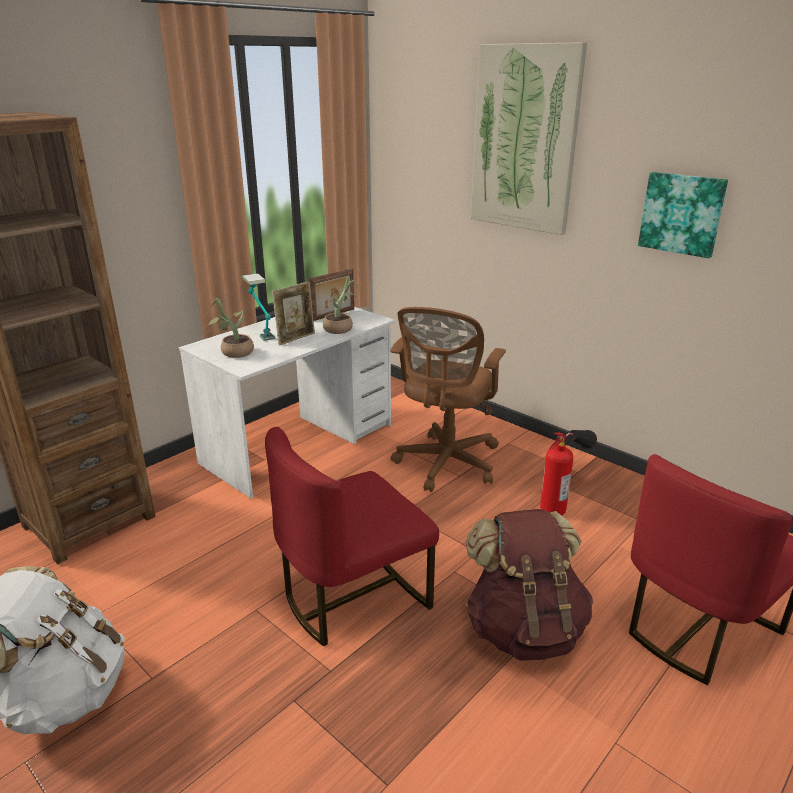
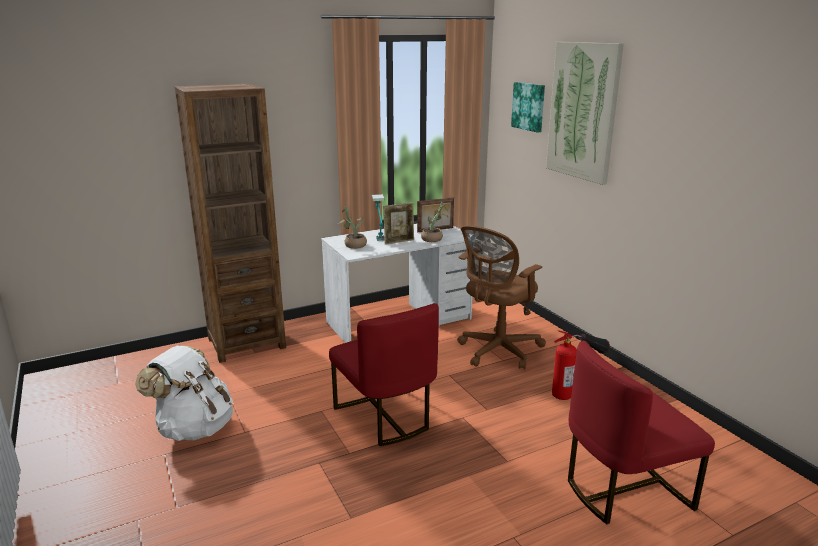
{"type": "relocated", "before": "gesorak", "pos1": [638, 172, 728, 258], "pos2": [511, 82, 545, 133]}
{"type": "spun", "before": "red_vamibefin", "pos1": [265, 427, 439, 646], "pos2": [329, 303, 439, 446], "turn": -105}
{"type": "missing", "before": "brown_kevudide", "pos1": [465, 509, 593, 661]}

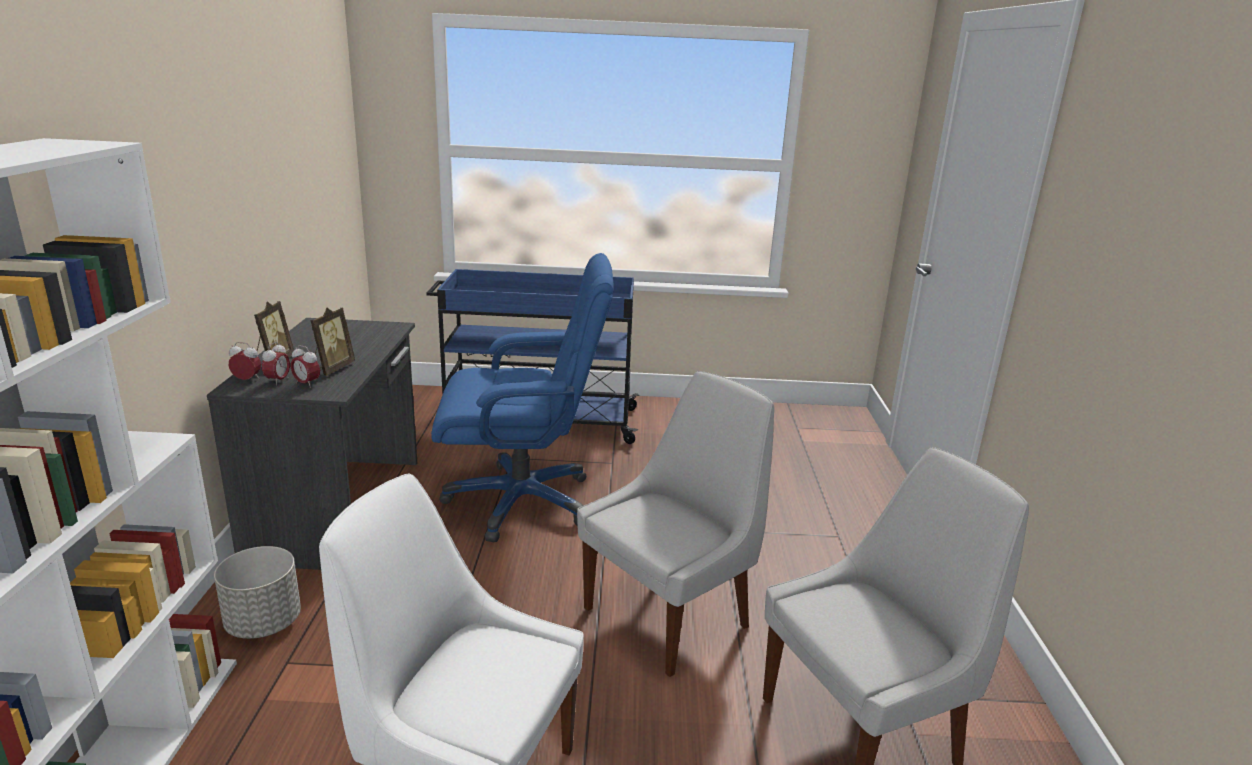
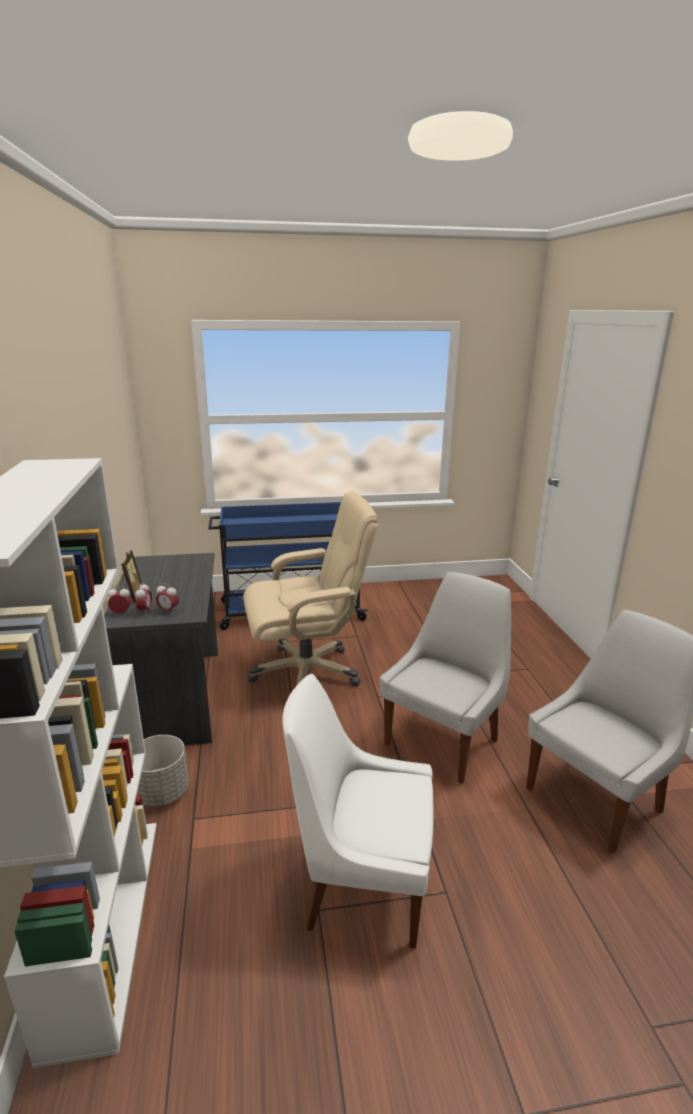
{"type": "colour", "before": "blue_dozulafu", "after": "beige_dozulafu", "pos1": [431, 253, 614, 542], "pos2": [243, 491, 378, 686]}
{"type": "missing", "before": "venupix", "pos1": [311, 308, 355, 376]}

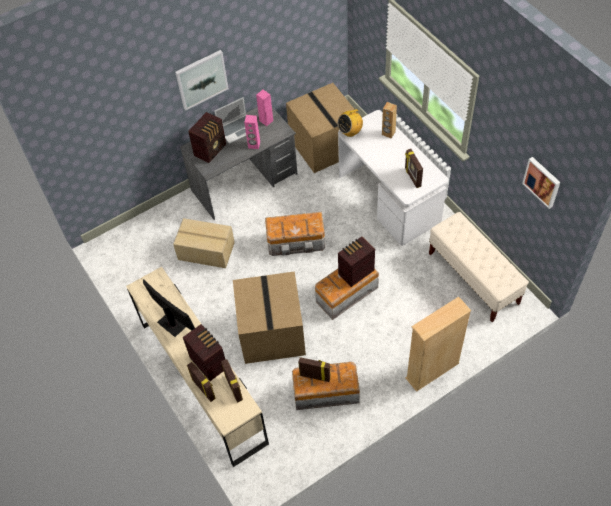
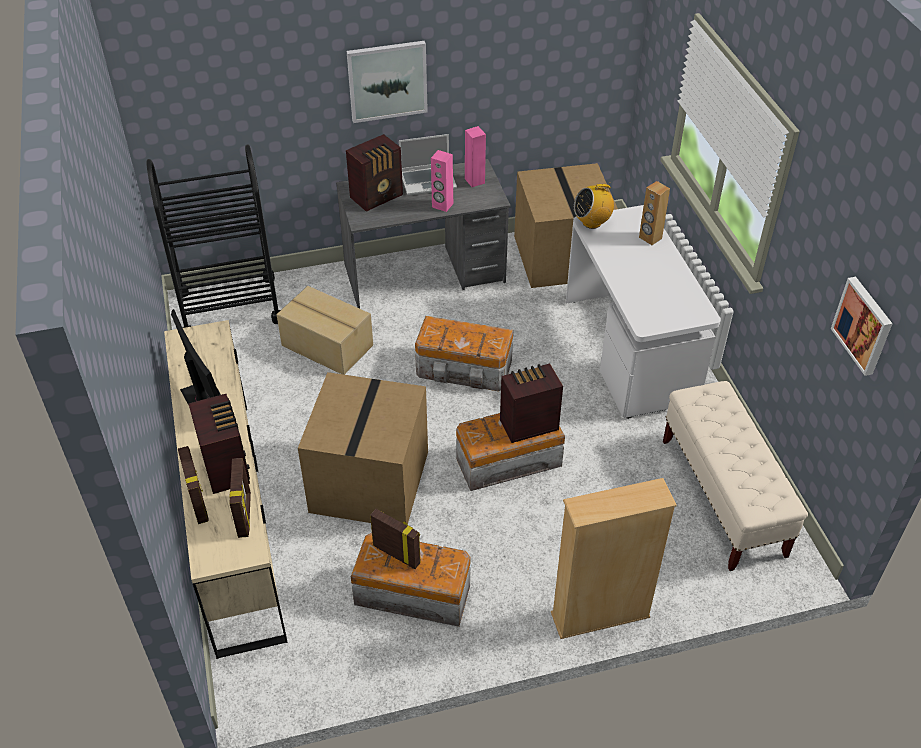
{"type": "missing", "before": "venupix", "pos1": [405, 149, 423, 188]}
{"type": "appeared", "after": "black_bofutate", "pos2": [146, 145, 280, 328]}

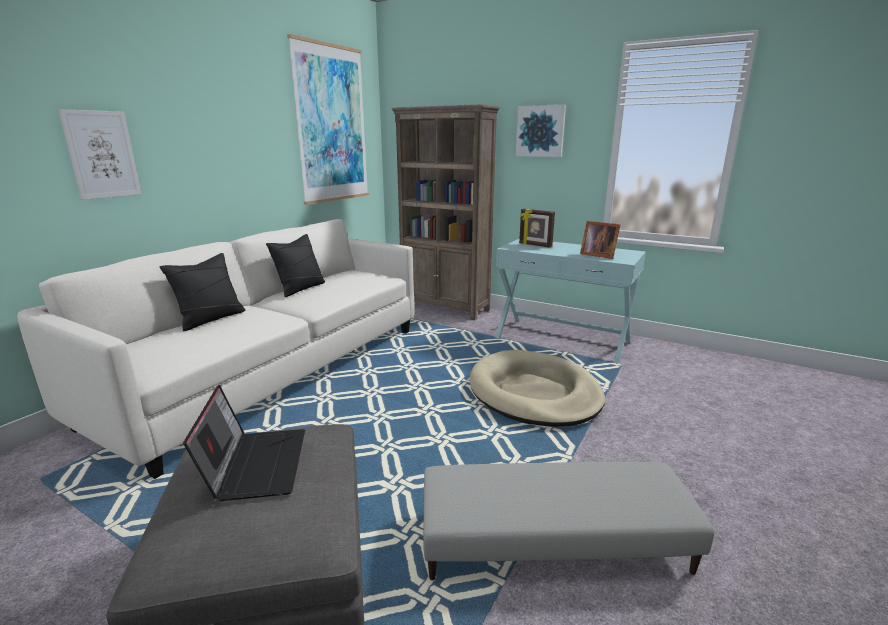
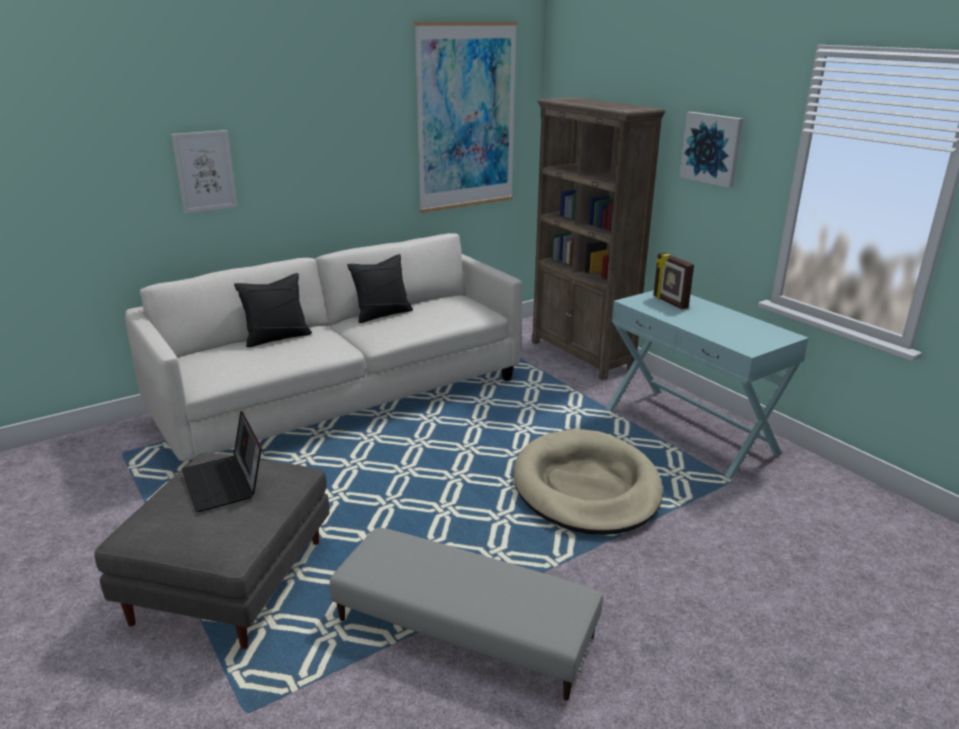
{"type": "missing", "before": "venupix", "pos1": [580, 221, 620, 259]}
{"type": "spun", "before": "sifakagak", "pos1": [183, 385, 305, 501], "pos2": [182, 411, 262, 512], "turn": 135}

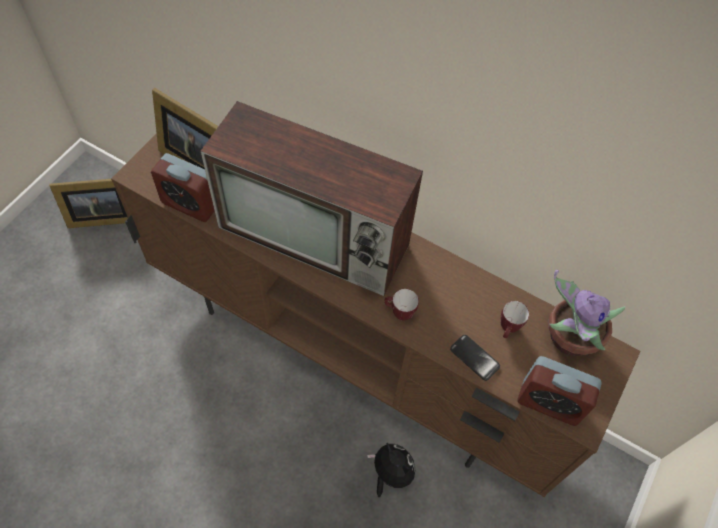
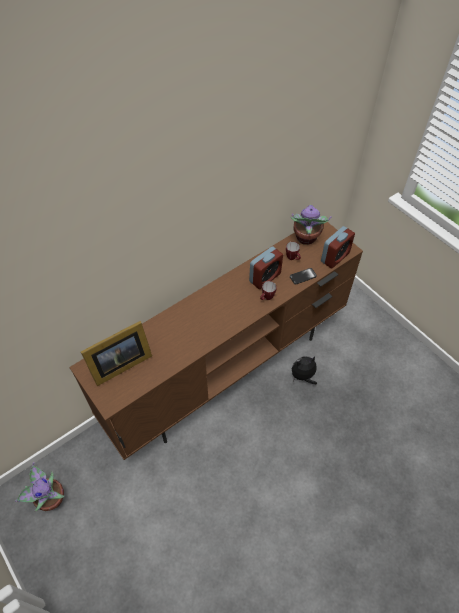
{"type": "missing", "before": "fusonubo", "pos1": [201, 101, 423, 296]}
{"type": "relocated", "before": "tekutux", "pos1": [151, 153, 214, 222], "pos2": [249, 246, 283, 289]}
{"type": "exchanged", "before": "venupix", "after": "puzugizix", "pos1": [49, 179, 128, 228], "pos2": [15, 462, 64, 511]}

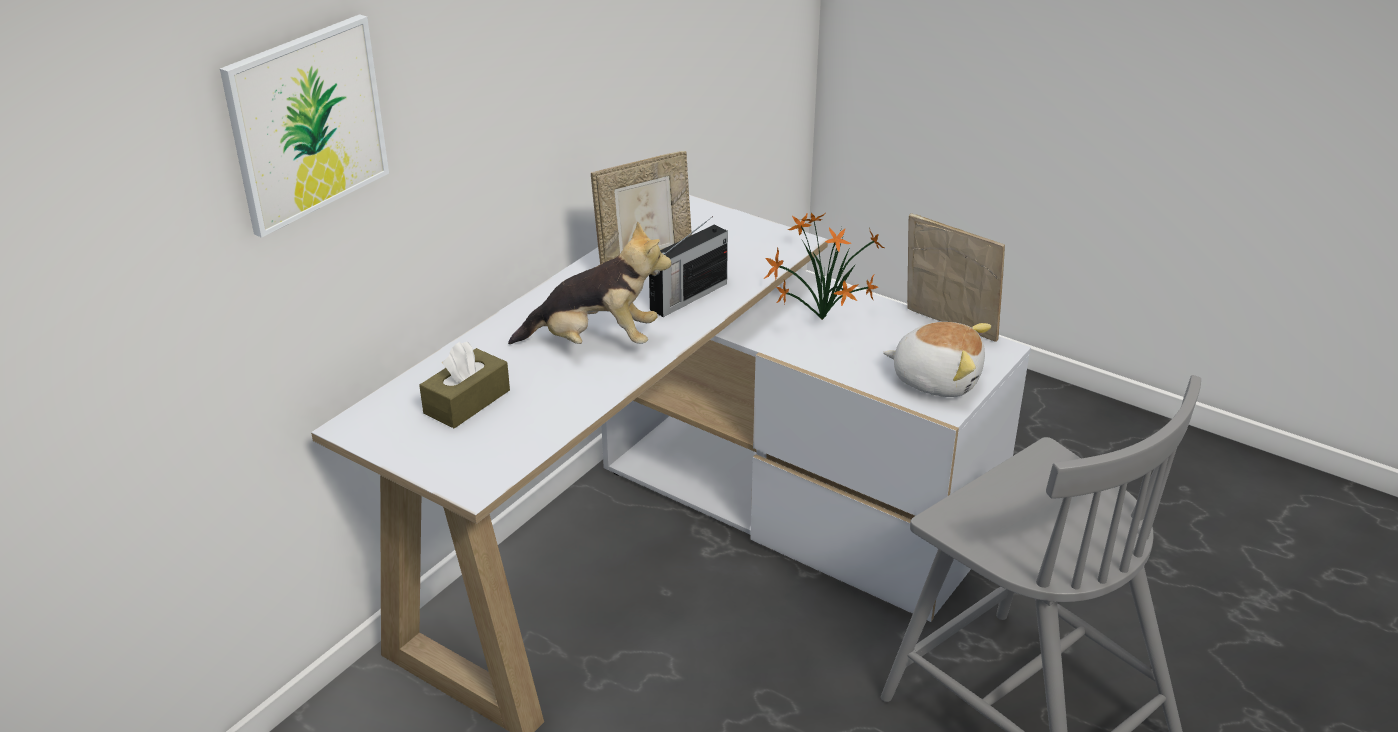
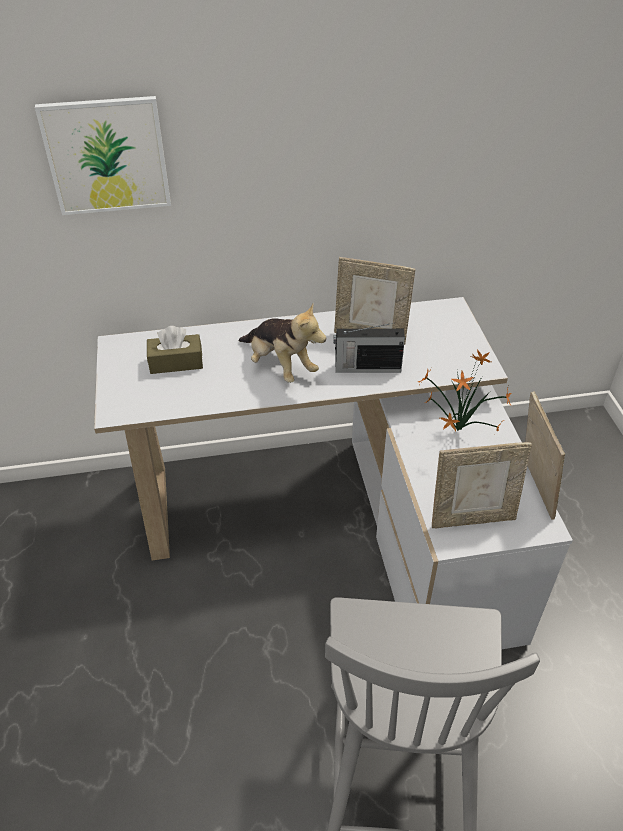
{"type": "exchanged", "before": "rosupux", "after": "venupix", "pos1": [883, 322, 991, 397], "pos2": [432, 442, 532, 528]}

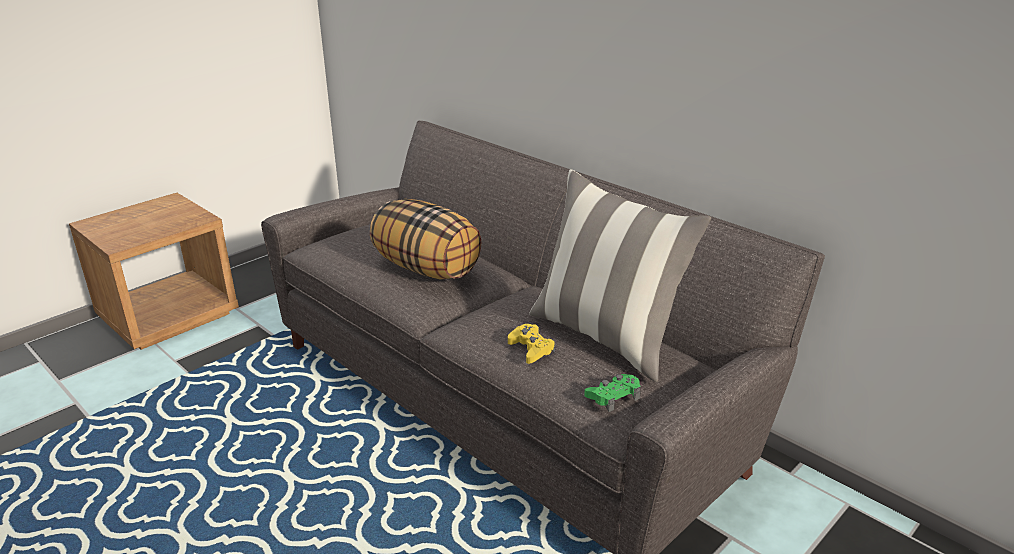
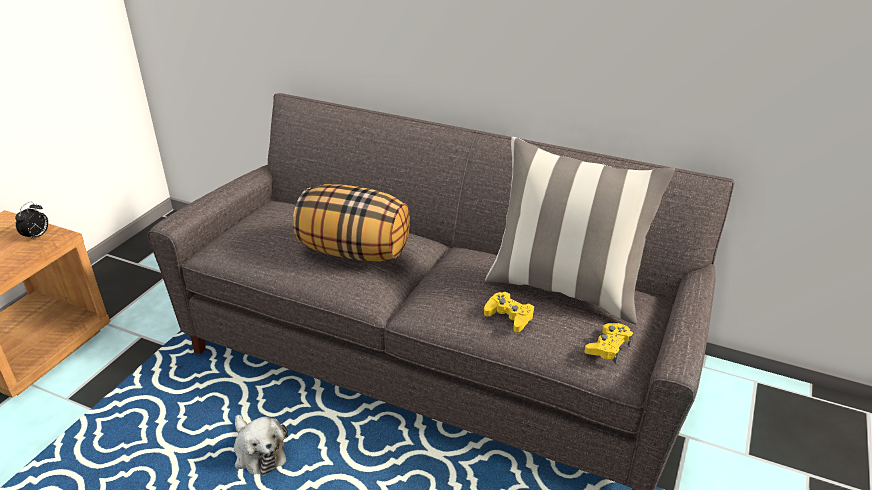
{"type": "colour", "before": "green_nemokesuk", "after": "yellow_nemokesuk", "pos1": [584, 374, 641, 412], "pos2": [585, 323, 633, 364]}
{"type": "appeared", "after": "tekutux", "pos2": [15, 202, 48, 241]}
{"type": "appeared", "after": "rosupux", "pos2": [234, 415, 288, 476]}

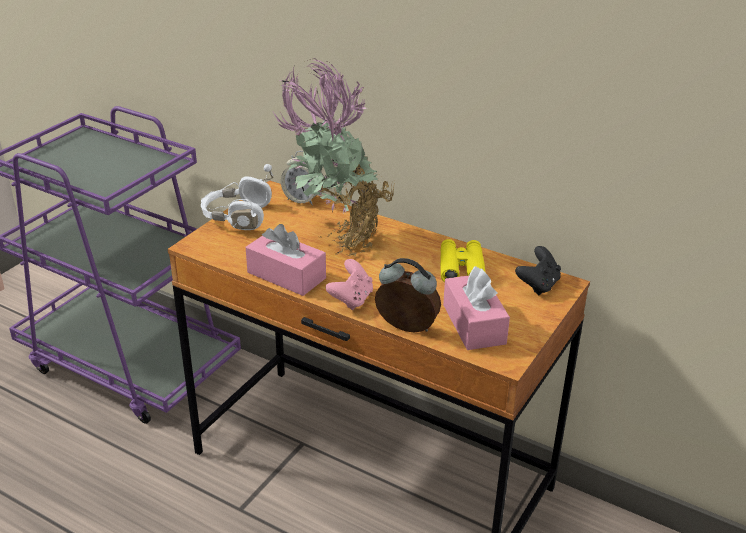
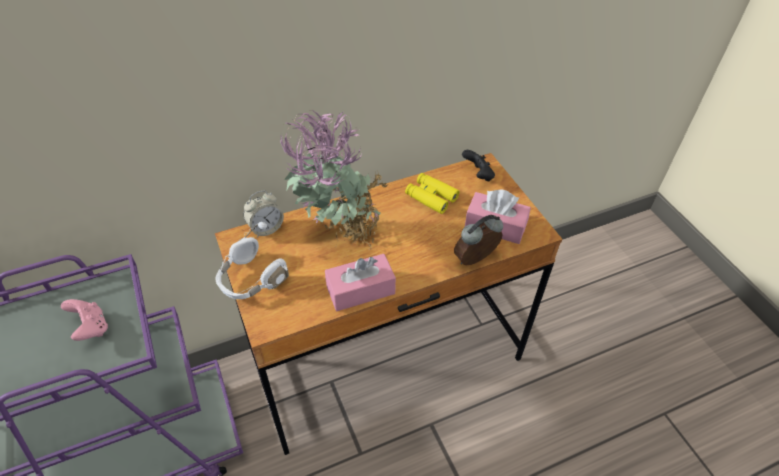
{"type": "relocated", "before": "pink_nemokesuk", "pos1": [326, 259, 373, 310], "pos2": [61, 299, 108, 341]}

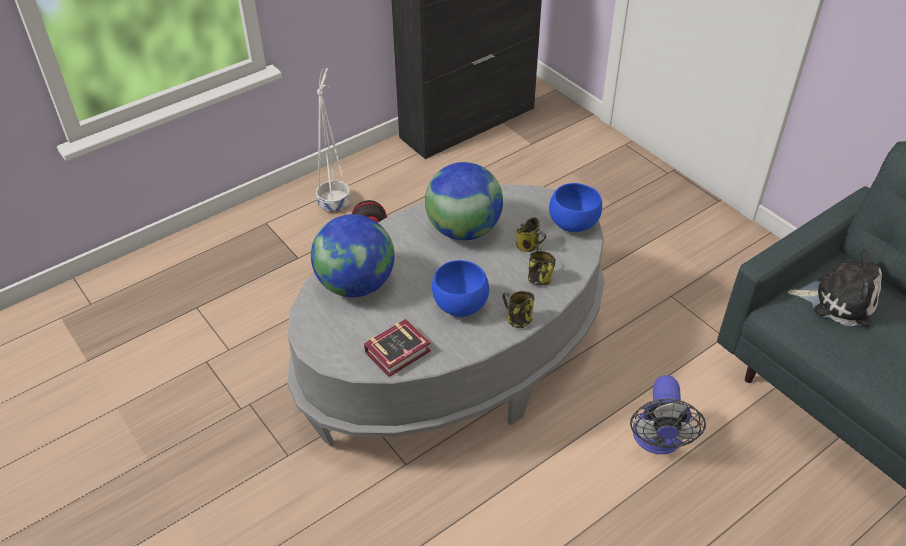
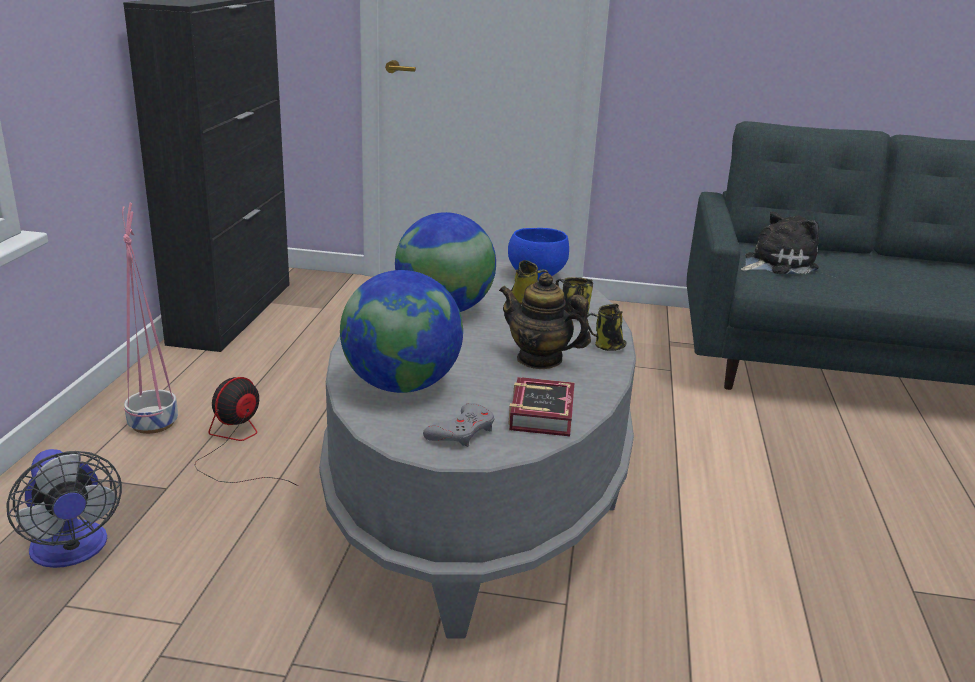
{"type": "colour", "before": "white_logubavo", "after": "pink_logubavo", "pos1": [316, 68, 351, 213], "pos2": [122, 203, 178, 434]}
{"type": "exchanged", "before": "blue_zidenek", "after": "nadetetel", "pos1": [432, 260, 489, 317], "pos2": [499, 273, 591, 369]}
{"type": "relocated", "before": "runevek", "pos1": [630, 375, 706, 454], "pos2": [6, 449, 122, 568]}
{"type": "appeared", "after": "grey_nemokesuk", "pos2": [423, 403, 495, 447]}

